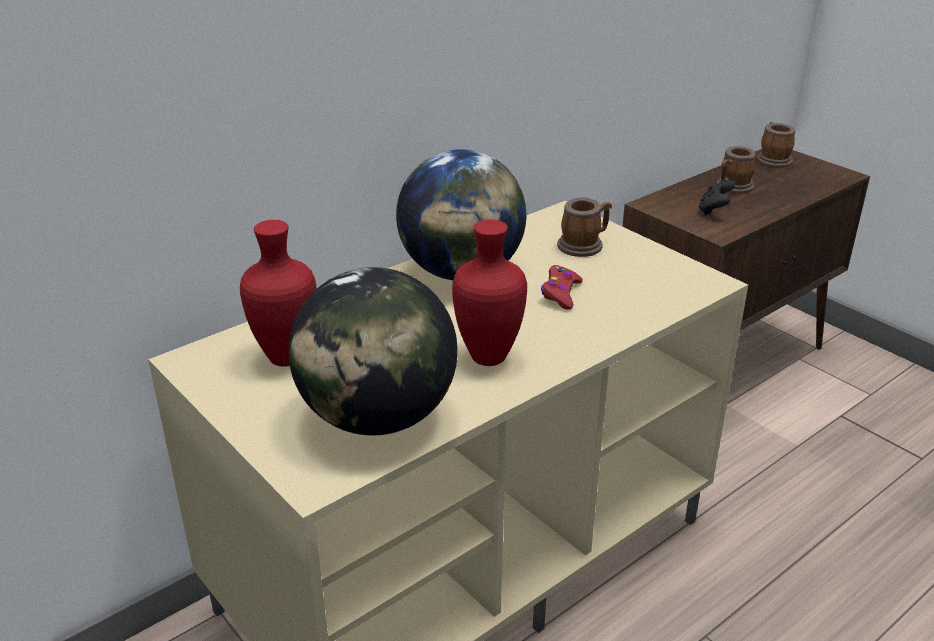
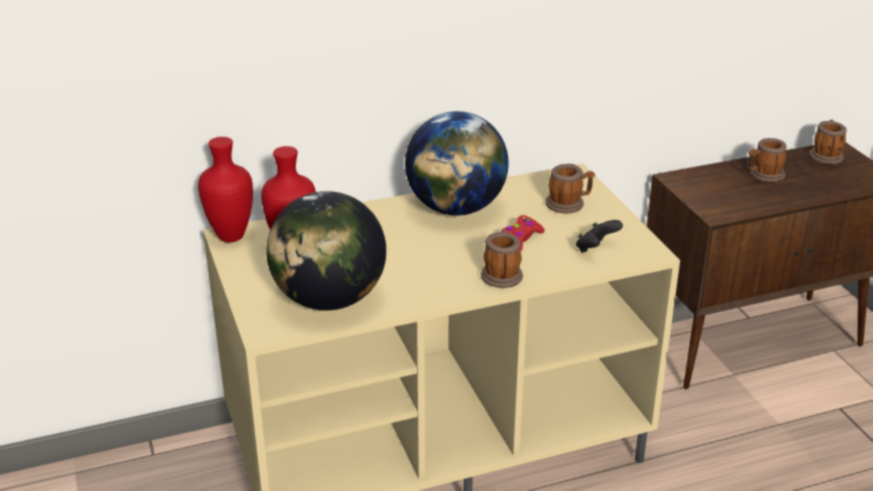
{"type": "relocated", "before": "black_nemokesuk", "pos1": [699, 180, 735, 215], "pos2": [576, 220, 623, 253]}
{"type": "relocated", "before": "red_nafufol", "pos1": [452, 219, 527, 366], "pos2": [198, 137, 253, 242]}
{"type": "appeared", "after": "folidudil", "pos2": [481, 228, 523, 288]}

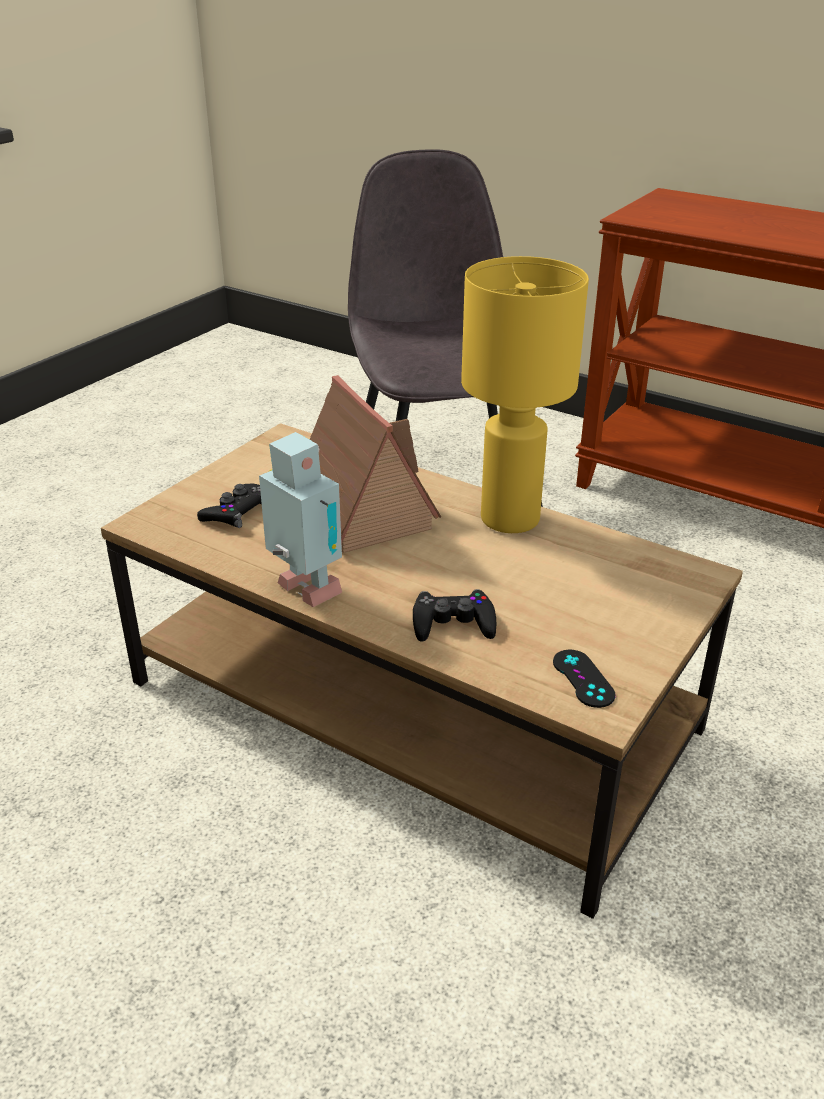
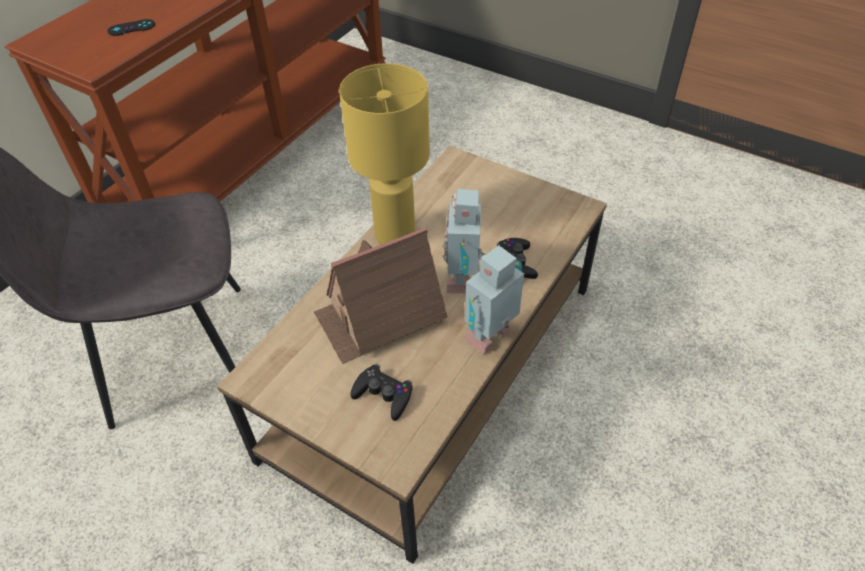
{"type": "relocated", "before": "black_nemokesuk", "pos1": [553, 650, 616, 708], "pos2": [107, 19, 155, 36]}
{"type": "appeared", "after": "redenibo", "pos2": [442, 189, 486, 294]}

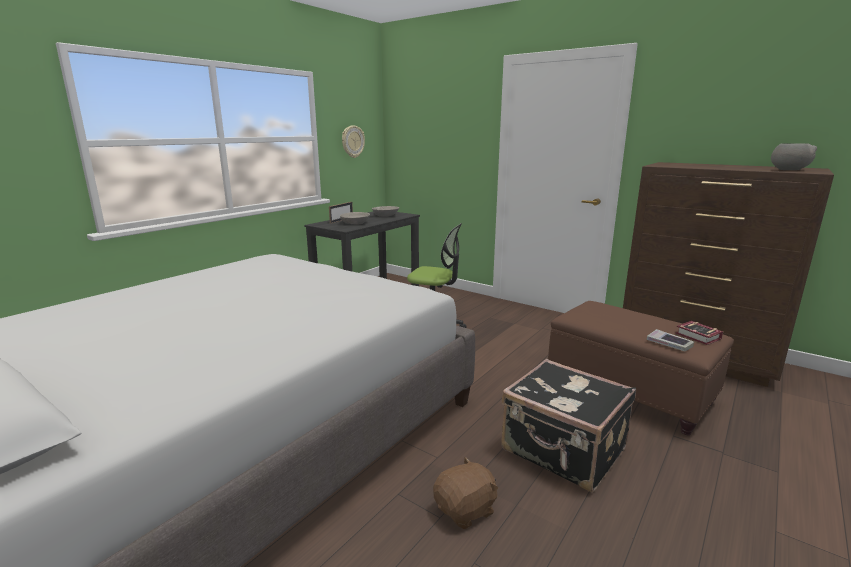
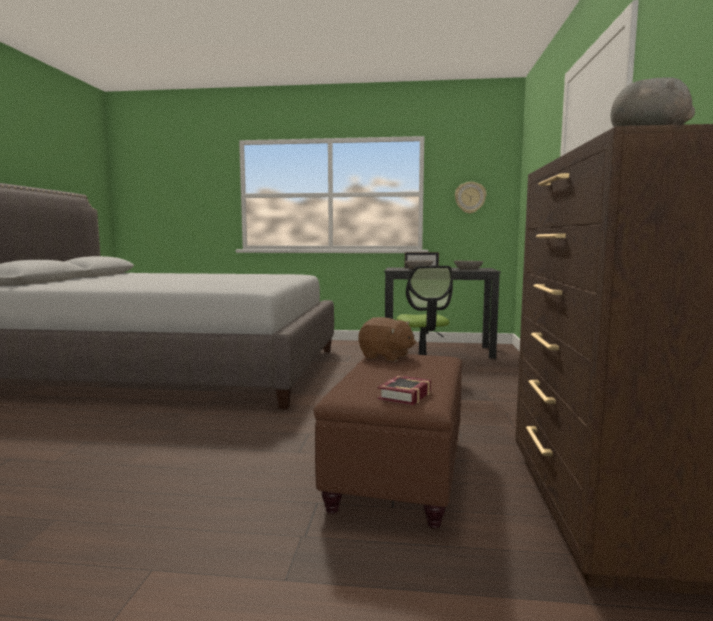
{"type": "missing", "before": "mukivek", "pos1": [647, 329, 694, 352]}
{"type": "missing", "before": "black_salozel", "pos1": [501, 359, 636, 492]}
{"type": "relocated", "before": "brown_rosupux", "pos1": [433, 457, 498, 529], "pos2": [358, 317, 416, 362]}

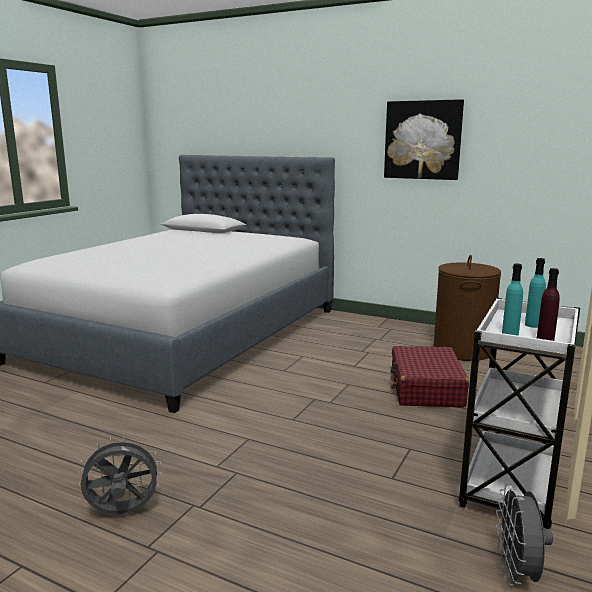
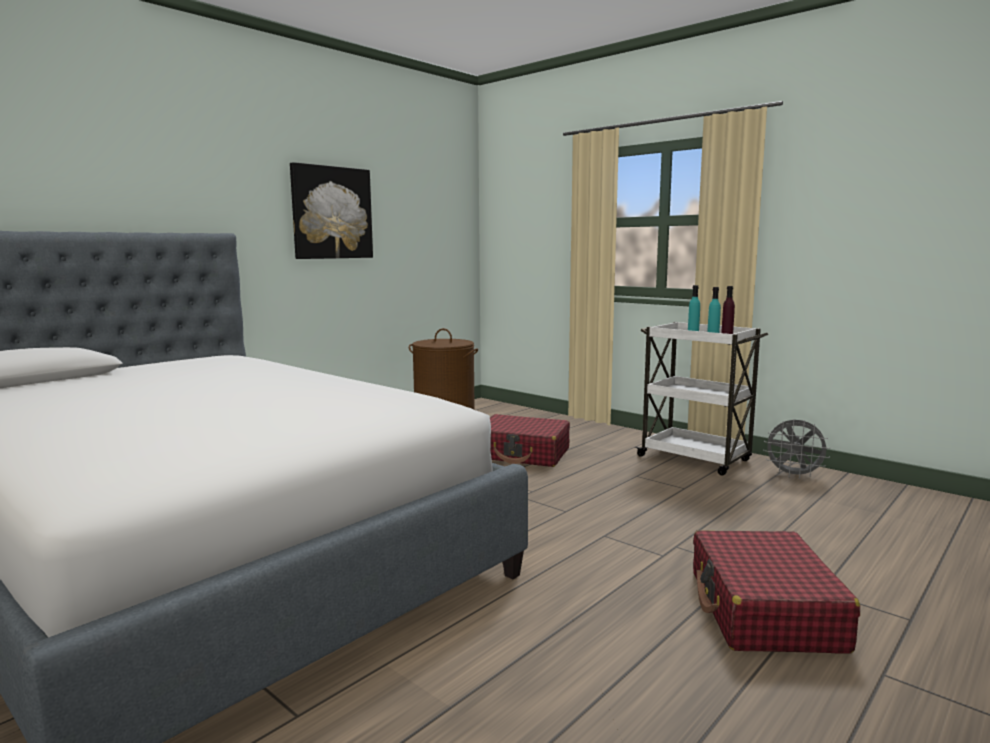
{"type": "exchanged", "before": "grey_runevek", "after": "red_salozel", "pos1": [77, 436, 162, 515], "pos2": [693, 530, 860, 654]}

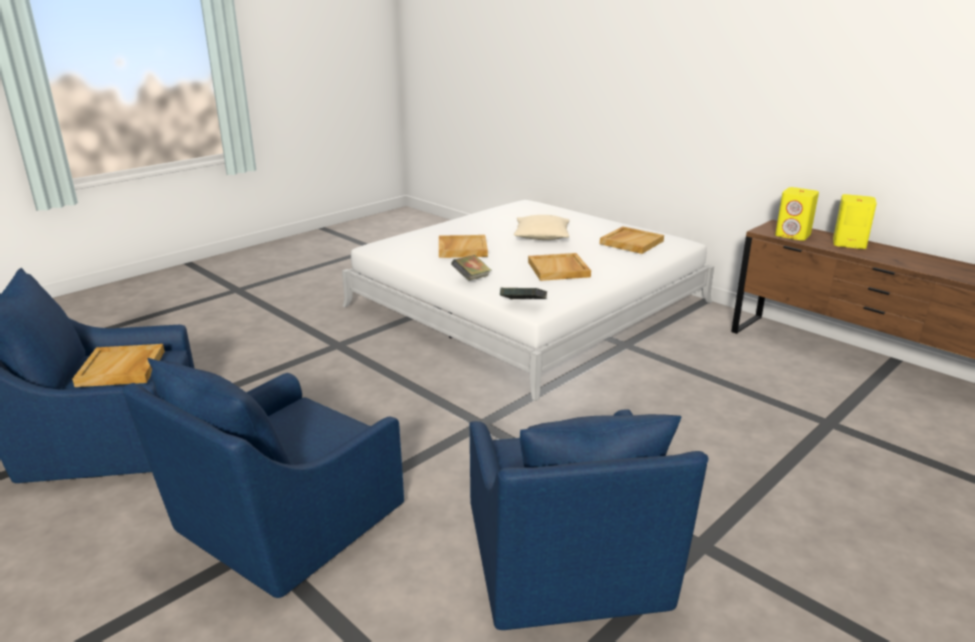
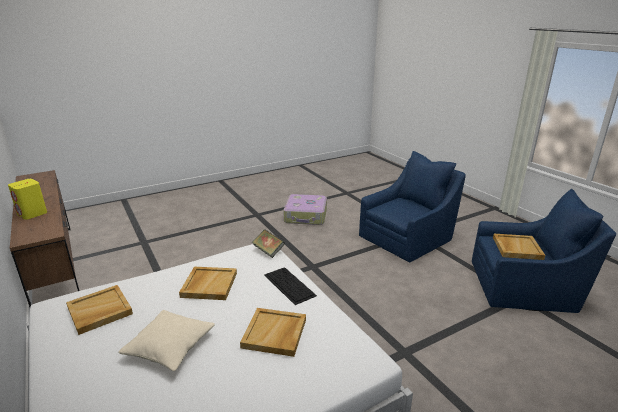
{"type": "missing", "before": "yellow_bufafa", "pos1": [775, 187, 819, 241]}
{"type": "exchanged", "before": "mukivek", "after": "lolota", "pos1": [451, 255, 492, 281], "pos2": [264, 267, 317, 305]}
{"type": "exchanged", "before": "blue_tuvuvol", "after": "salozel", "pos1": [470, 409, 709, 630], "pos2": [283, 194, 327, 225]}

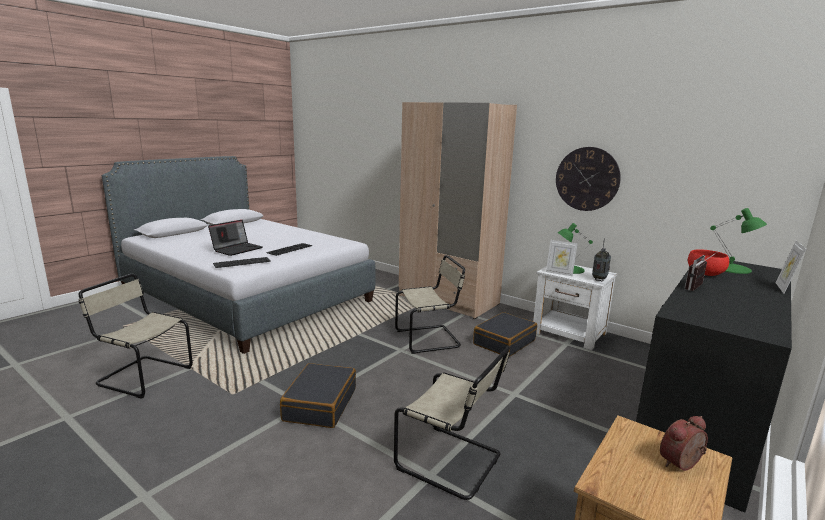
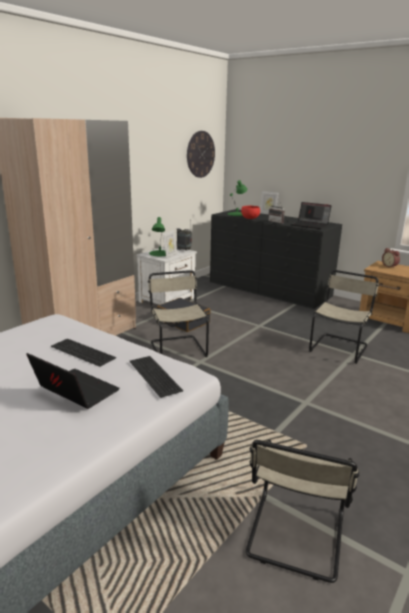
{"type": "relocated", "before": "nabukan", "pos1": [556, 147, 621, 211], "pos2": [187, 131, 215, 178]}
{"type": "missing", "before": "black_salozel", "pos1": [280, 363, 356, 428]}
{"type": "appeared", "after": "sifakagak", "pos2": [291, 202, 332, 229]}

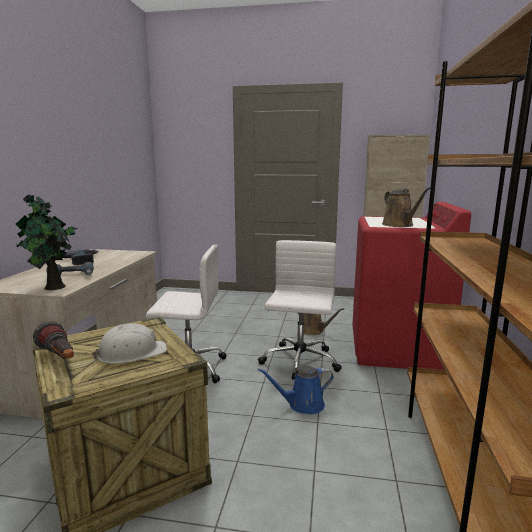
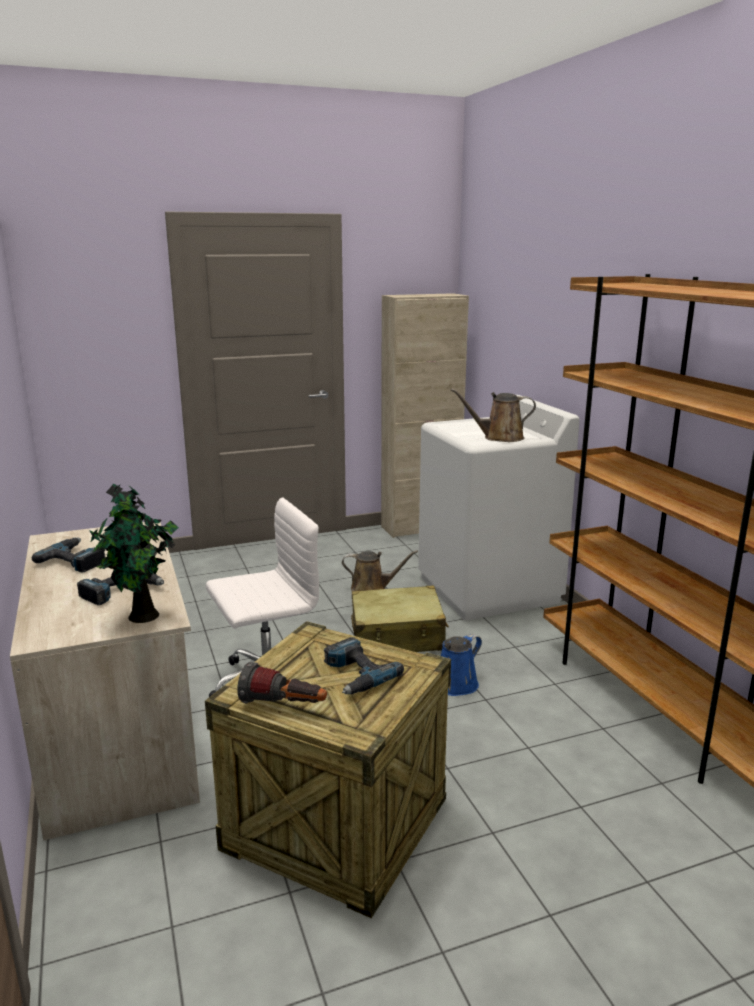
{"type": "spun", "before": "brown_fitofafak", "pos1": [382, 187, 430, 227], "pos2": [451, 388, 536, 442], "turn": 135}
{"type": "colour", "before": "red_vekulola", "after": "white_vekulola", "pos1": [352, 202, 471, 370], "pos2": [418, 395, 580, 620]}
{"type": "exchanged", "before": "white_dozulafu", "after": "beige_salozel", "pos1": [258, 240, 342, 380], "pos2": [351, 586, 449, 652]}
{"type": "exchanged", "before": "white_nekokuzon", "after": "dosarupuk", "pos1": [91, 323, 167, 364], "pos2": [324, 637, 404, 694]}

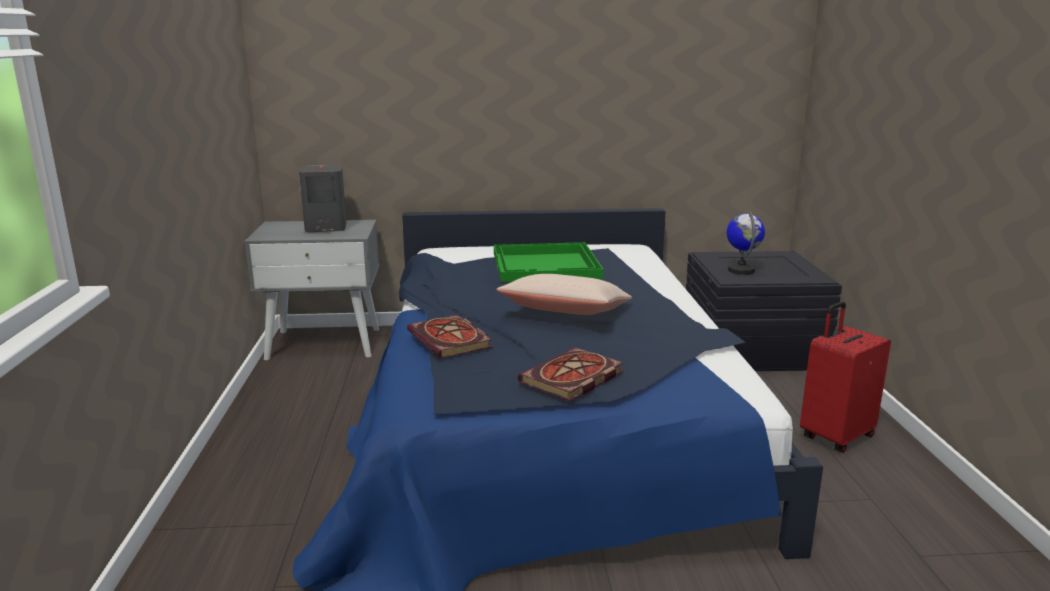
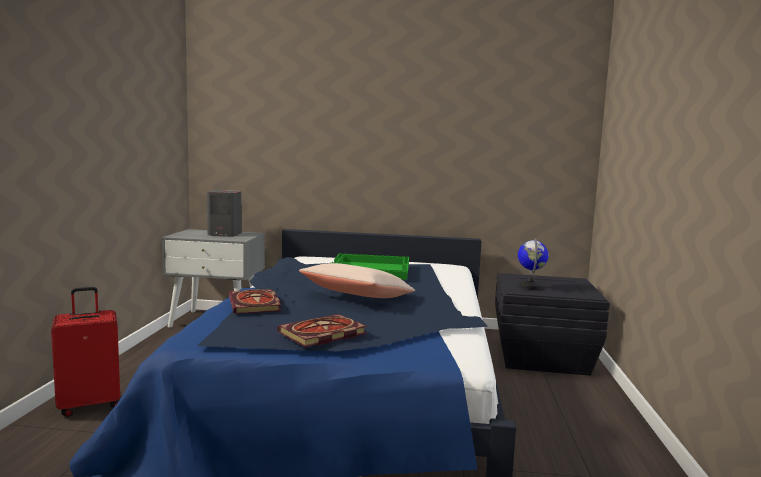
{"type": "relocated", "before": "red_salozel", "pos1": [800, 302, 891, 453], "pos2": [51, 287, 121, 417]}

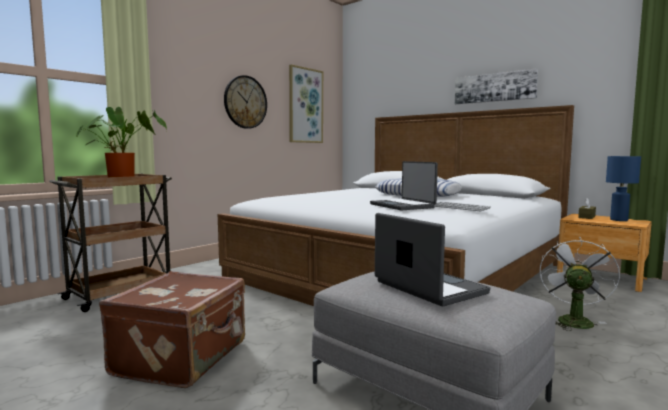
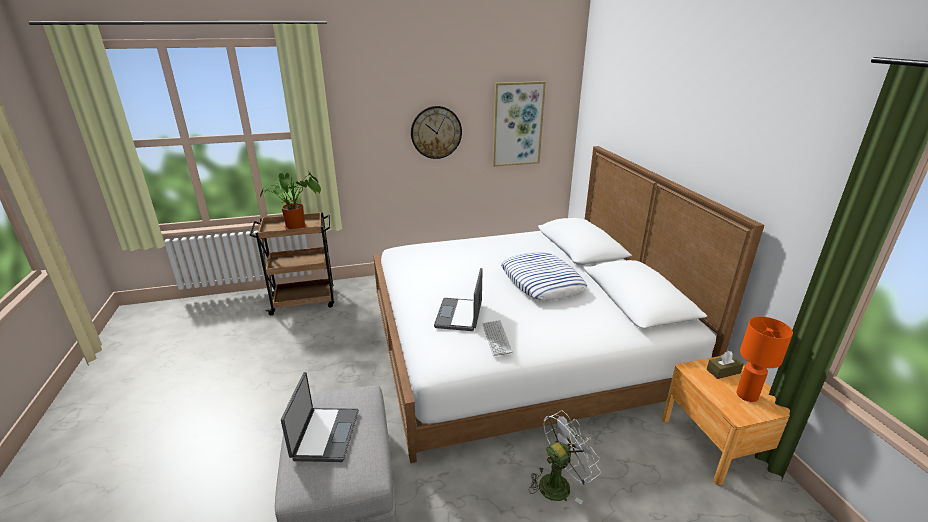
{"type": "missing", "before": "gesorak", "pos1": [455, 68, 538, 104]}
{"type": "colour", "before": "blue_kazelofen", "after": "orange_kazelofen", "pos1": [606, 156, 641, 221], "pos2": [736, 317, 793, 402]}
{"type": "missing", "before": "brown_salozel", "pos1": [99, 271, 245, 388]}

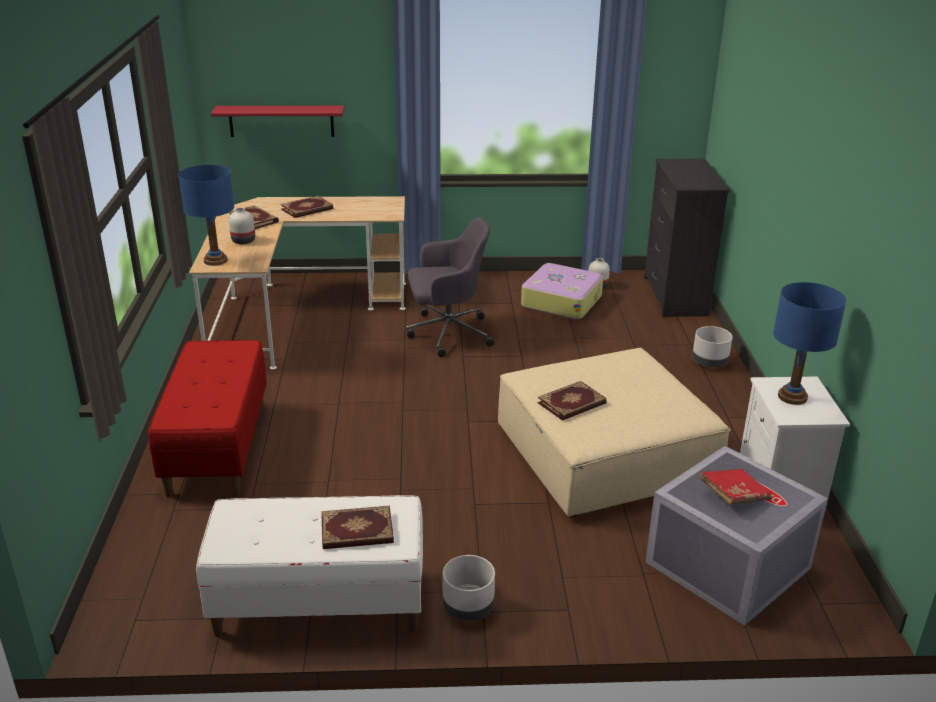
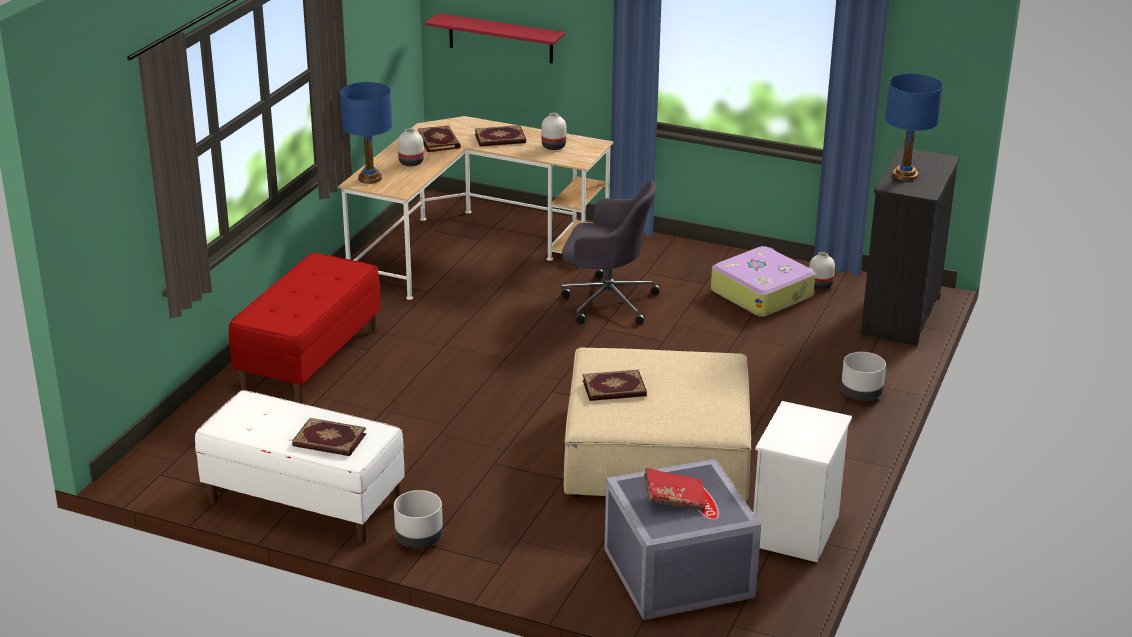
{"type": "relocated", "before": "blue_kazelofen", "pos1": [773, 282, 847, 405], "pos2": [885, 74, 943, 181]}
{"type": "appeared", "after": "white_nafufol", "pos2": [541, 113, 566, 150]}

